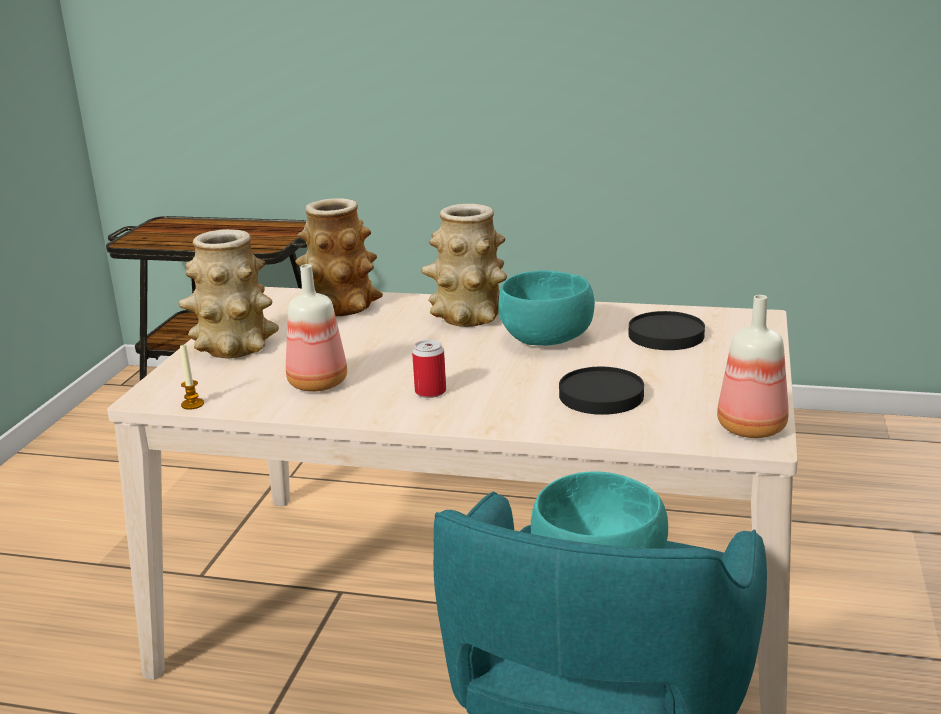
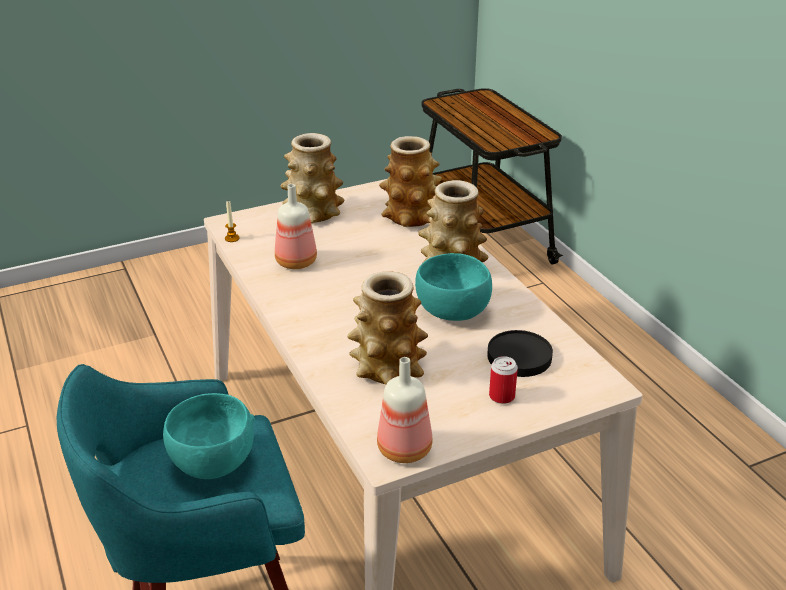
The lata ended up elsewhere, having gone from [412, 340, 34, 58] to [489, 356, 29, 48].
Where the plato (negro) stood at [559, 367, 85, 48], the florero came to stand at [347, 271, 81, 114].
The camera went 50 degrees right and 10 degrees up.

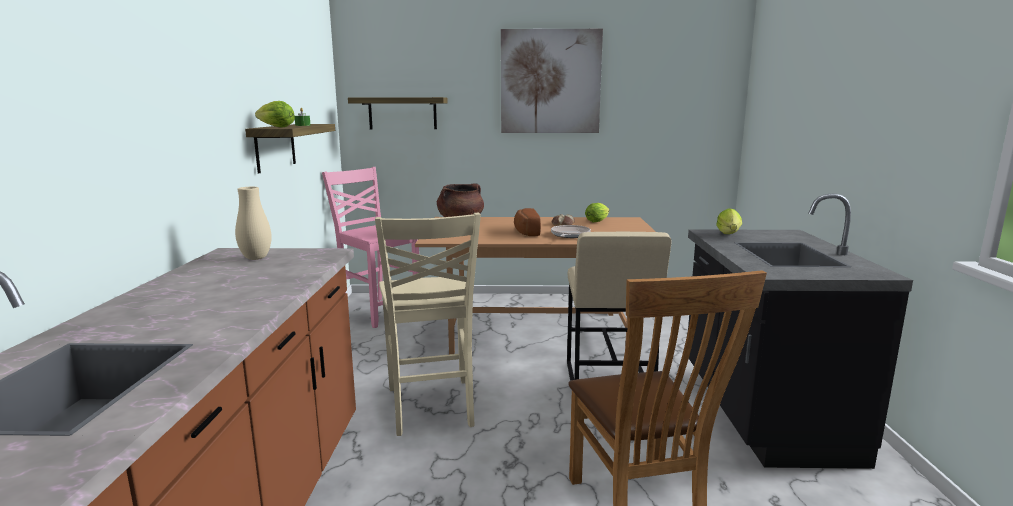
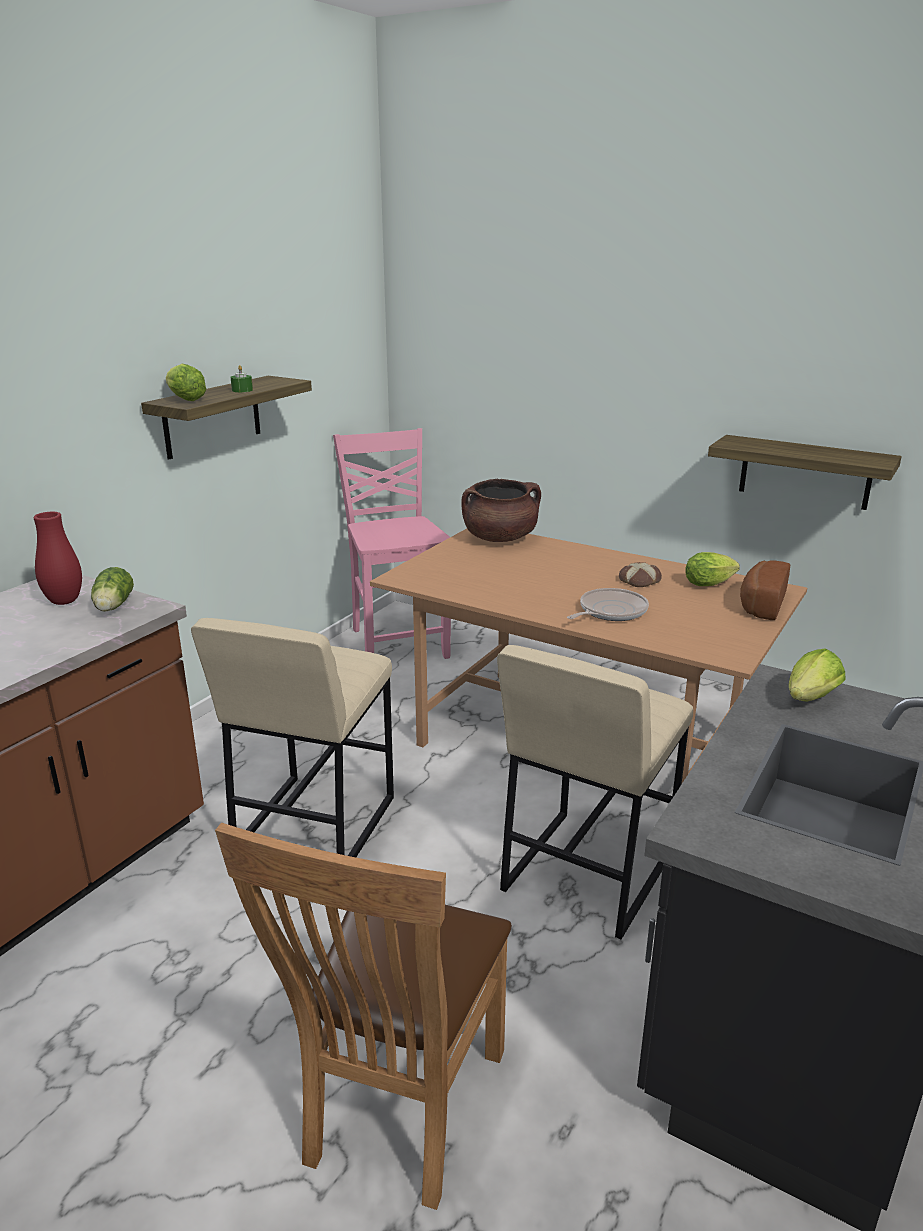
The second view lost the cuadro at [501, 29, 102, 104].
The estante ended up elsewhere, having gone from [348, 97, 100, 32] to [708, 435, 194, 75].
What was the florero (beis) at [235, 187, 37, 73] turned into the florero (rojo) at [33, 512, 49, 93].
The pan ended up elsewhere, having gone from [514, 208, 27, 28] to [740, 560, 50, 60].
Where the silla (beis) stood at [375, 213, 106, 223], the taburete (beis) came to stand at [191, 618, 203, 239].
The second view gained the lechuga at [91, 567, 43, 45].
The camera went 30 degrees right and 10 degrees up.

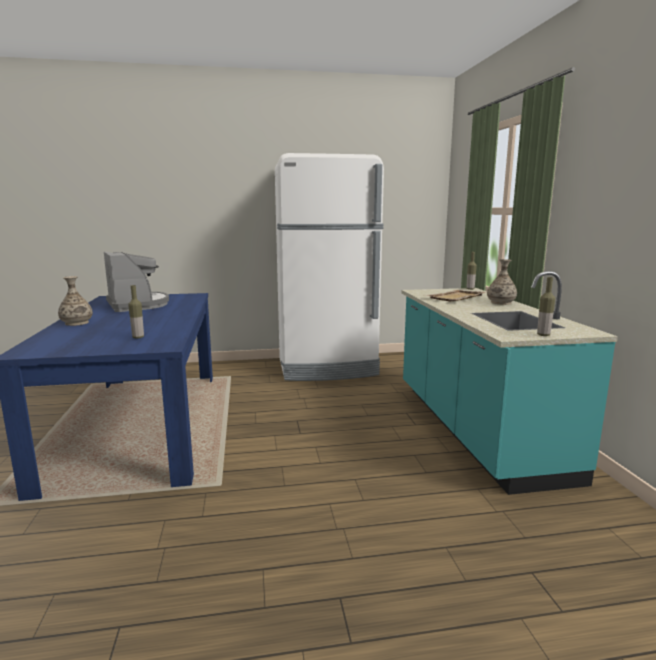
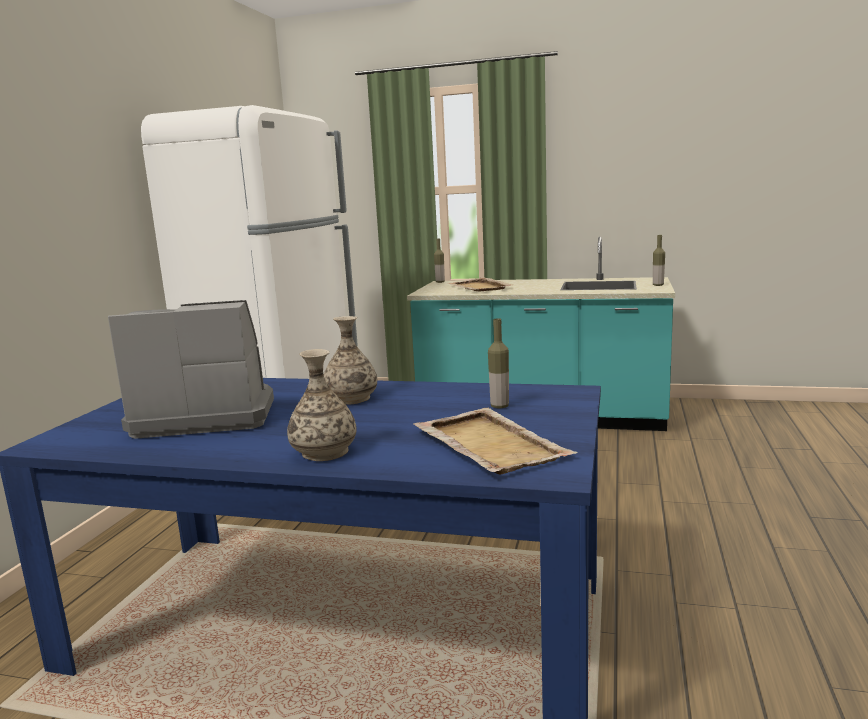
The florero ended up elsewhere, having gone from [487, 259, 30, 46] to [324, 316, 53, 89].
The second view gained the bandeja (beis) at [414, 408, 164, 67].
The camera went 65 degrees left and 0 degrees up.

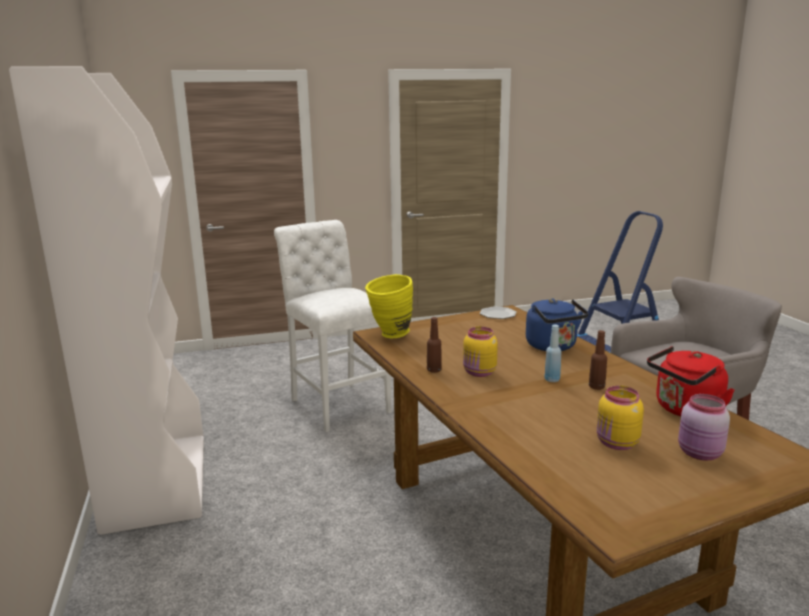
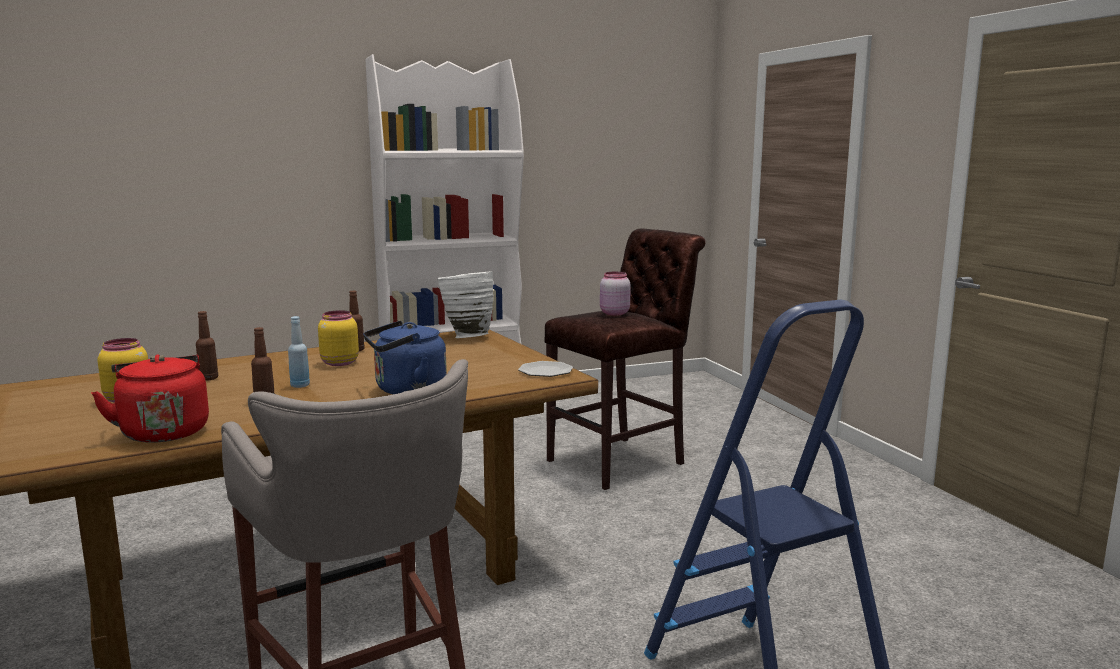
What was the taburete (blanco) at [274, 220, 117, 212] turned into the taburete (marrón) at [544, 228, 162, 262].
What was the florero (amarillo) at [365, 274, 48, 64] turned into the florero (blanco) at [437, 271, 56, 67].
The tarro (rosa) ended up elsewhere, having gone from [678, 394, 52, 66] to [600, 272, 31, 43].
The second view gained the botella (marrón) at [196, 311, 22, 70].
The camera went 85 degrees right and 5 degrees down.

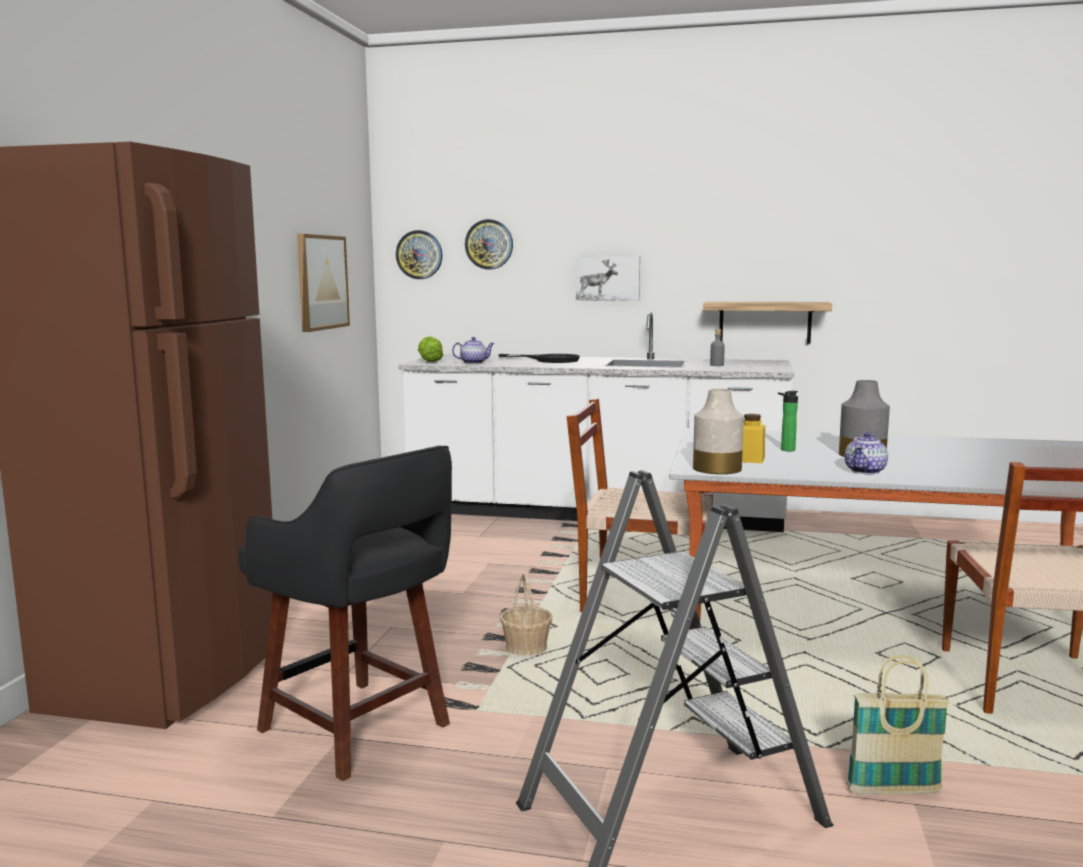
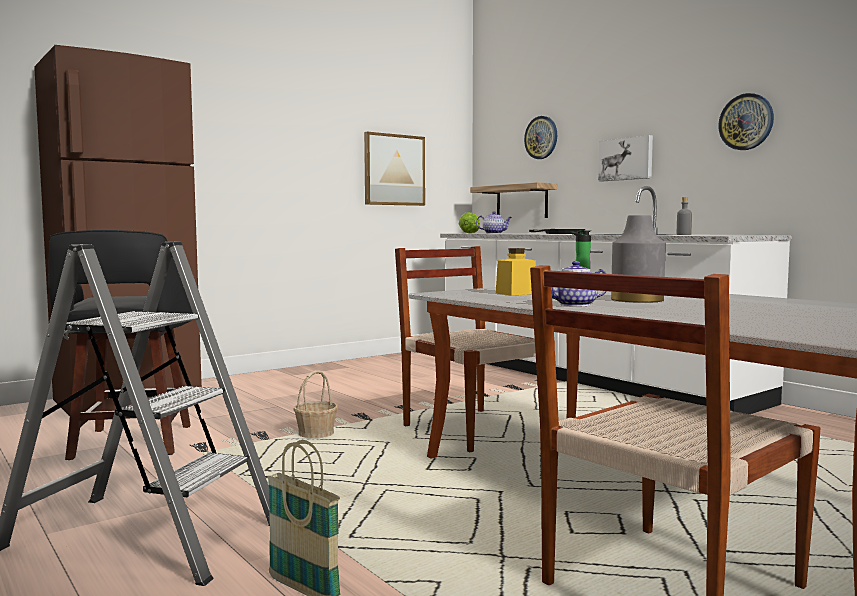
The reloj de pared ended up elsewhere, having gone from [396, 230, 46, 49] to [718, 93, 56, 57].
The estante ended up elsewhere, having gone from [703, 302, 129, 42] to [470, 182, 87, 36].
The second view lost the florero (beis) at [693, 389, 51, 85].
The camera went 40 degrees right and 5 degrees down.

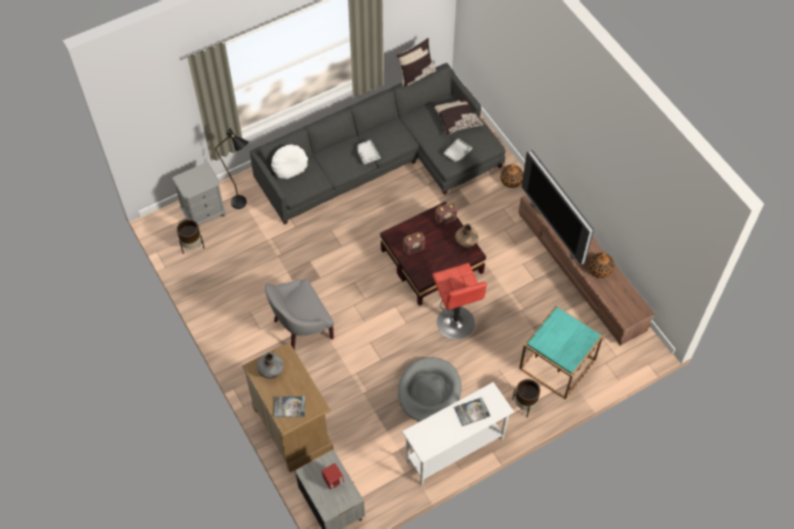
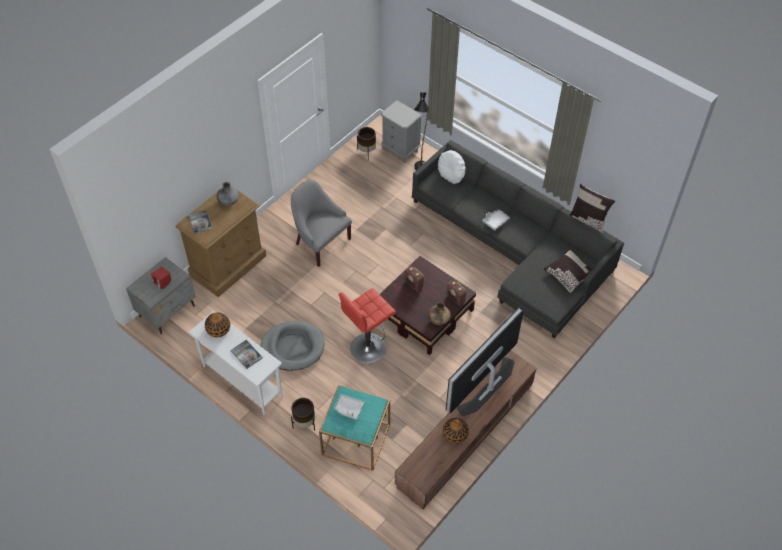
The bandeja (gris) ended up elsewhere, having gone from [444, 138, 28, 24] to [334, 394, 30, 26].
The florero ended up elsewhere, having gone from [500, 164, 23, 24] to [205, 312, 25, 25].
The camera went 70 degrees right and 5 degrees down.

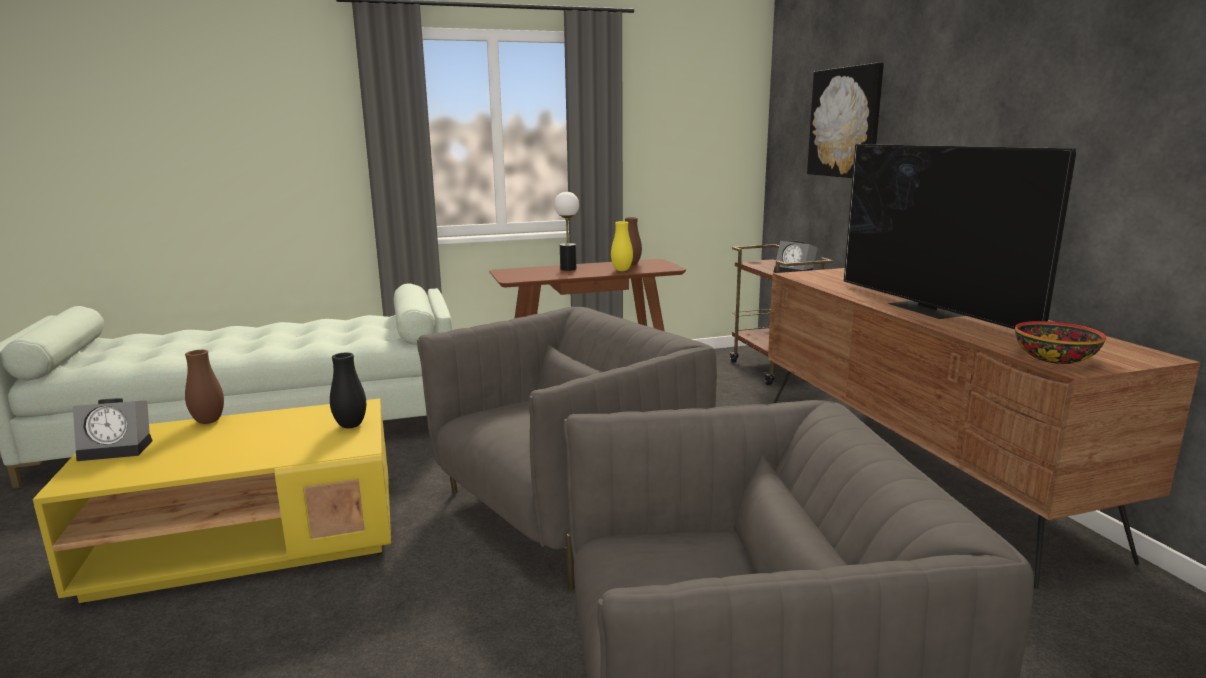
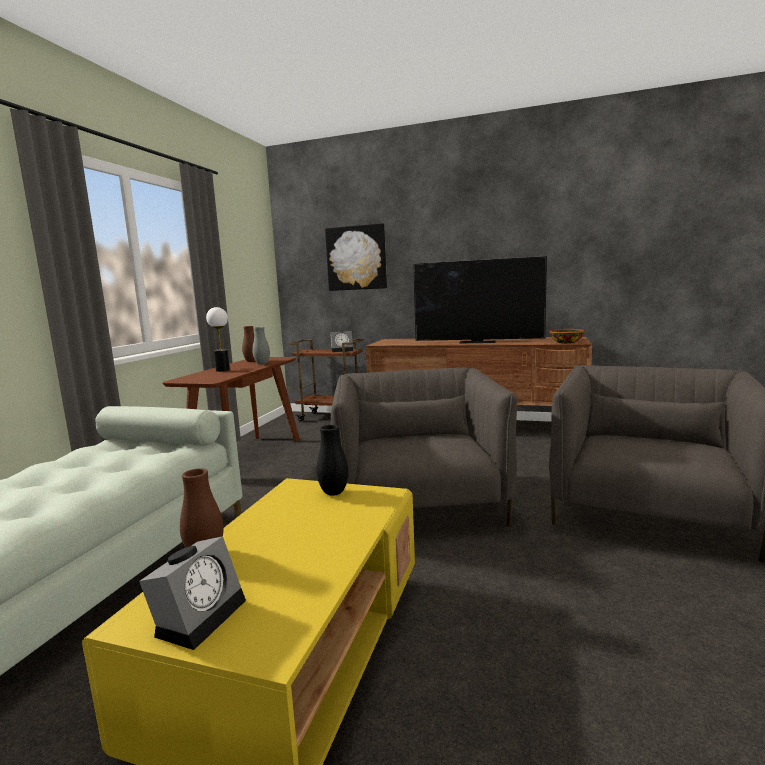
What was the florero (amarillo) at [611, 221, 22, 50] turned into the florero (gris) at [252, 327, 18, 38].
The camera went 55 degrees left and 5 degrees down.

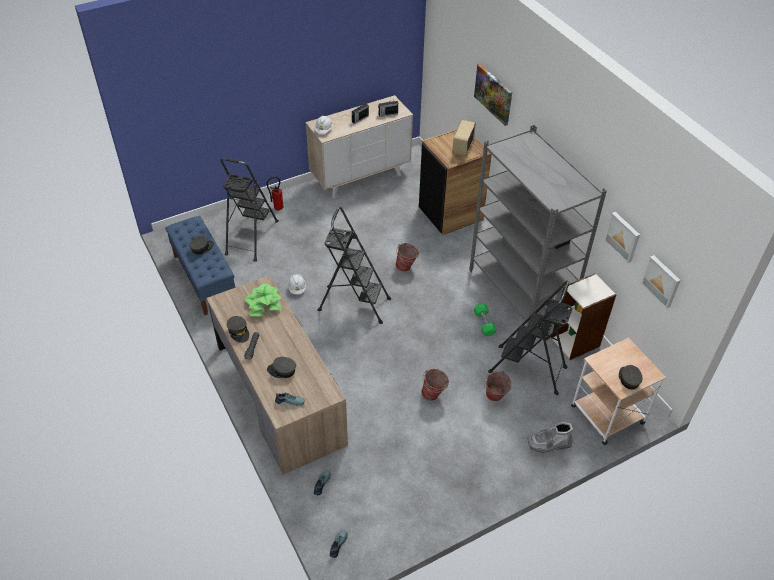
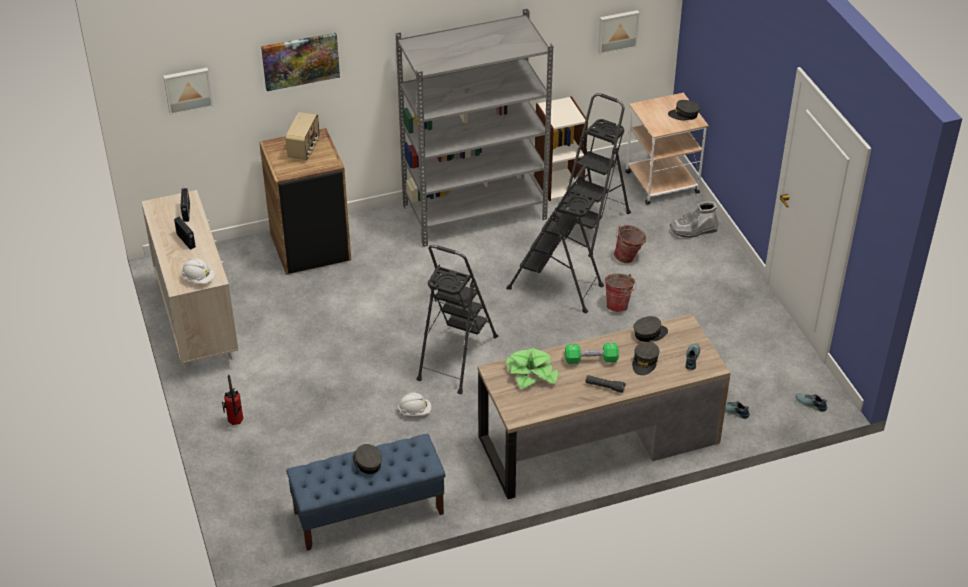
The radio at [452, 120, 24, 36] ended up facing another way, 105 degrees counterclockwise from before.
The escalera de tijera ended up elsewhere, having gone from [221, 158, 58, 104] to [506, 164, 98, 149].
The cuadro ended up elsewhere, having gone from [604, 212, 36, 51] to [163, 68, 50, 47].
The second view lost the cubo at [395, 243, 24, 29].
The mancuerna (verde) ended up elsewhere, having gone from [474, 303, 22, 33] to [565, 343, 54, 21].
The gorra (gris) ended up elsewhere, having gone from [227, 316, 22, 27] to [633, 316, 35, 26].
The bota (gris) at [527, 422, 46, 31] ended up facing another way, 75 degrees clockwise from before.
The camera went 80 degrees left and 5 degrees down.

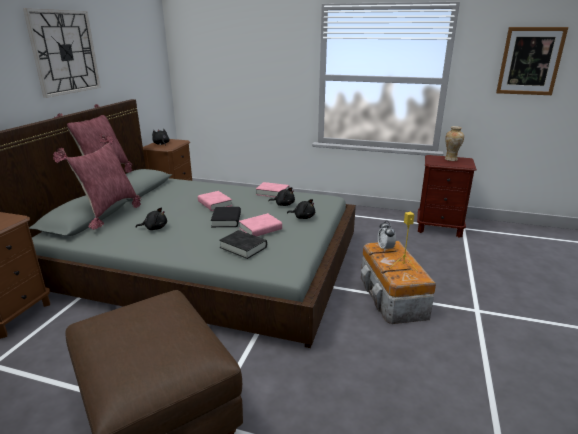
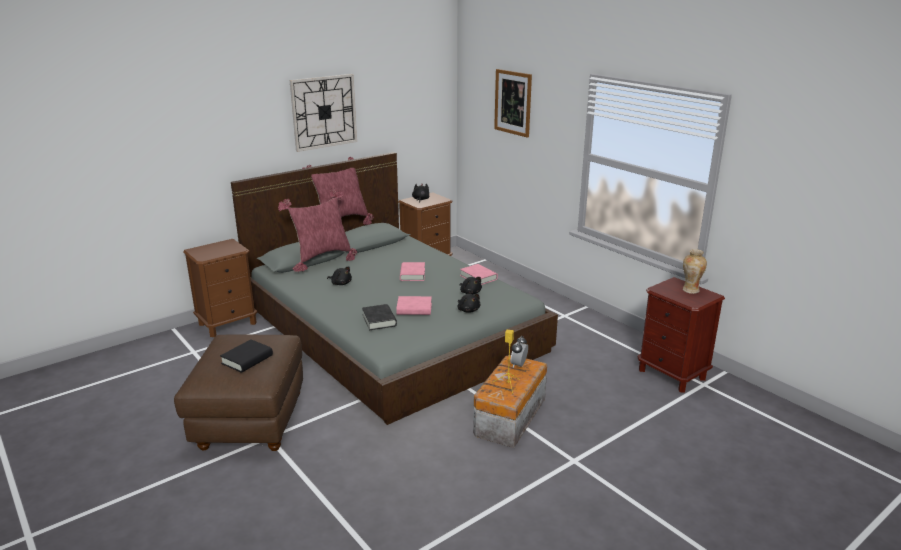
The cuadro ended up elsewhere, having gone from [496, 27, 72, 68] to [494, 69, 38, 69].
The libro (negro) ended up elsewhere, having gone from [211, 207, 30, 20] to [220, 339, 53, 34].
The camera went 35 degrees right and 0 degrees up.

